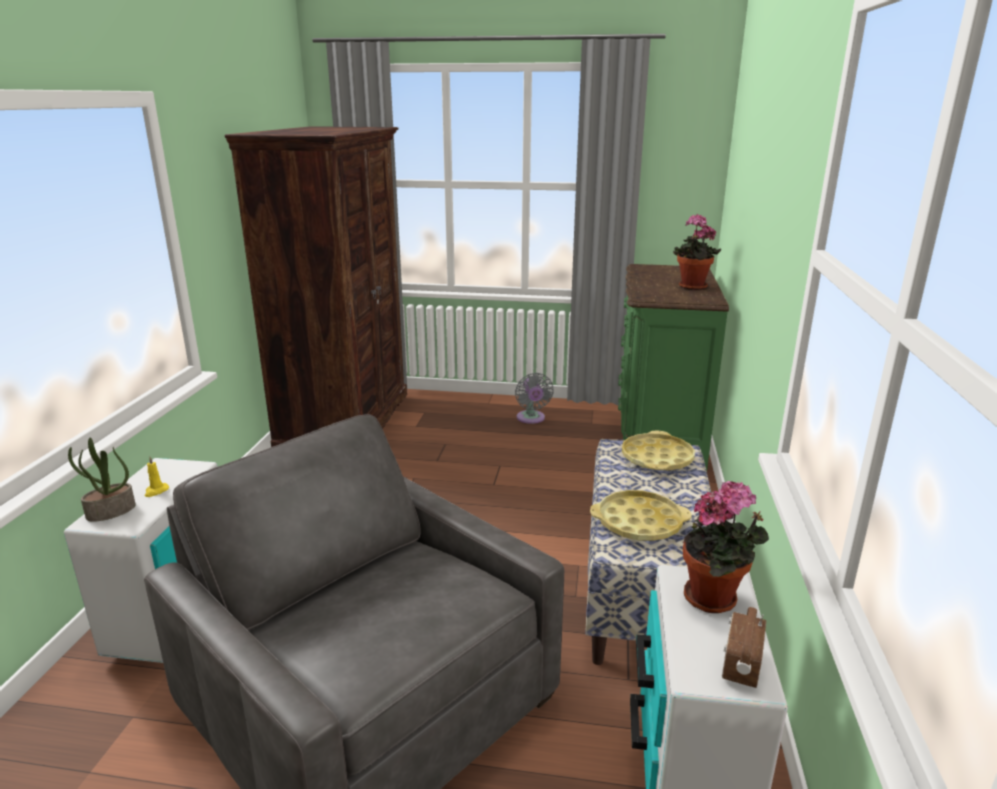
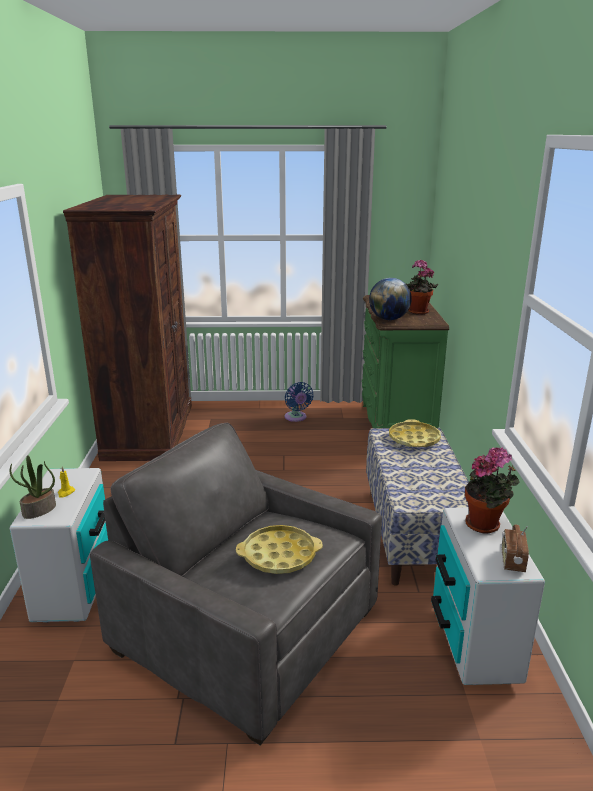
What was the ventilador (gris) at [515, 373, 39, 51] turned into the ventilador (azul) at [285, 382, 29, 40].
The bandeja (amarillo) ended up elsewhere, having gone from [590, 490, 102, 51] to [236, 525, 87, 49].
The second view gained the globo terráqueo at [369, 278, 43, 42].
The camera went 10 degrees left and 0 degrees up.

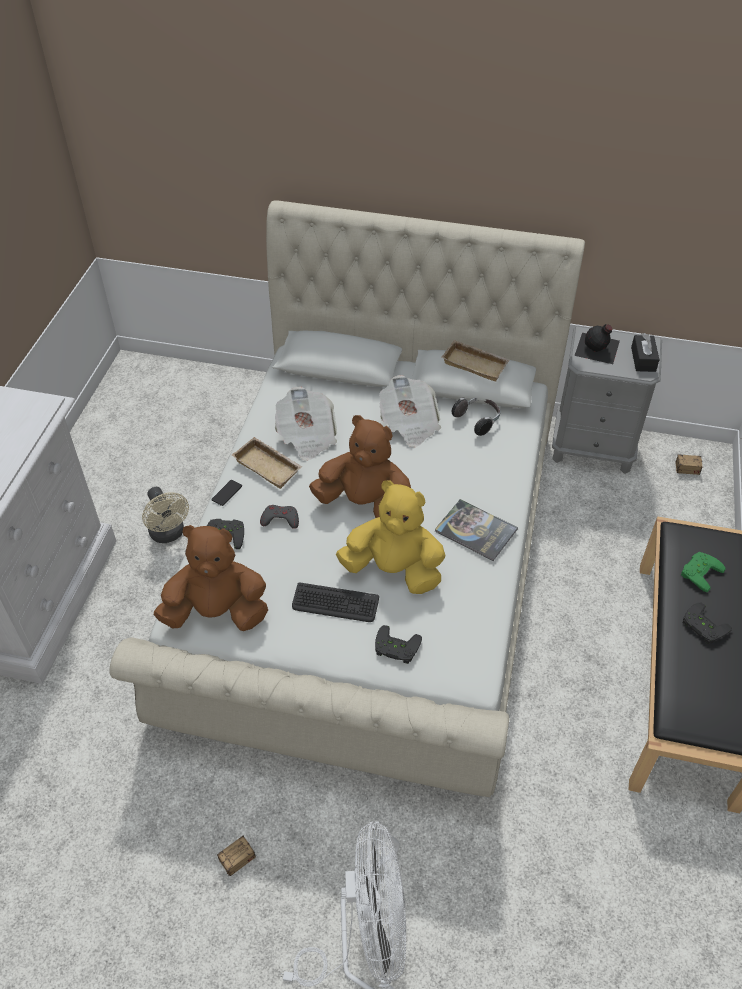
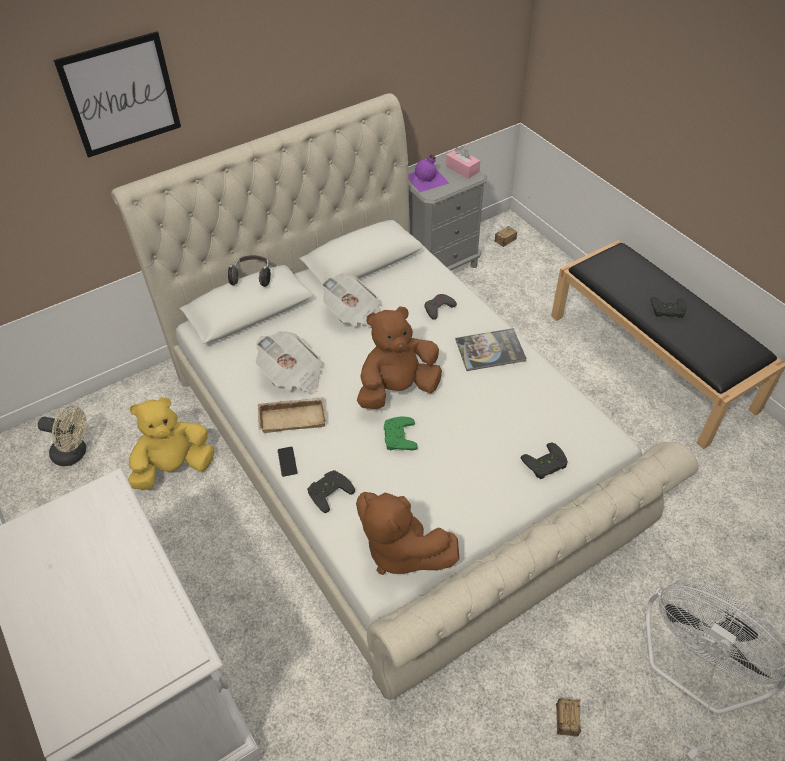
What was the botella (negro) at [574, 324, 46, 40] turned into the botella (morado) at [408, 155, 41, 37].
What was the caja de pañuelos (negro) at [631, 333, 29, 39] turned into the caja de pañuelos (rosa) at [446, 146, 34, 33].
The second view lost the bandeja (beis) at [442, 340, 68, 41].
The auriculares ended up elsewhere, having gone from [452, 398, 48, 38] to [228, 255, 43, 32].
The peluche (amarillo) ended up elsewhere, having gone from [336, 480, 110, 114] to [128, 397, 87, 93].
The ventilador (beis) ended up elsewhere, having gone from [142, 487, 47, 56] to [38, 406, 49, 60].
The mando de consola (gris) ended up elsewhere, having gone from [260, 505, 39, 24] to [424, 294, 33, 26].
The peluche (marrón) at [154, 525, 114, 106] ended up facing another way, 90 degrees counterclockwise from before.
The mando de consola (verde) ended up elsewhere, having gone from [681, 552, 45, 40] to [384, 417, 34, 33].
The second view lost the teclado at [292, 583, 87, 39].
The second view gained the cuadro at [54, 32, 127, 126].
The camera went 45 degrees left and 0 degrees up.

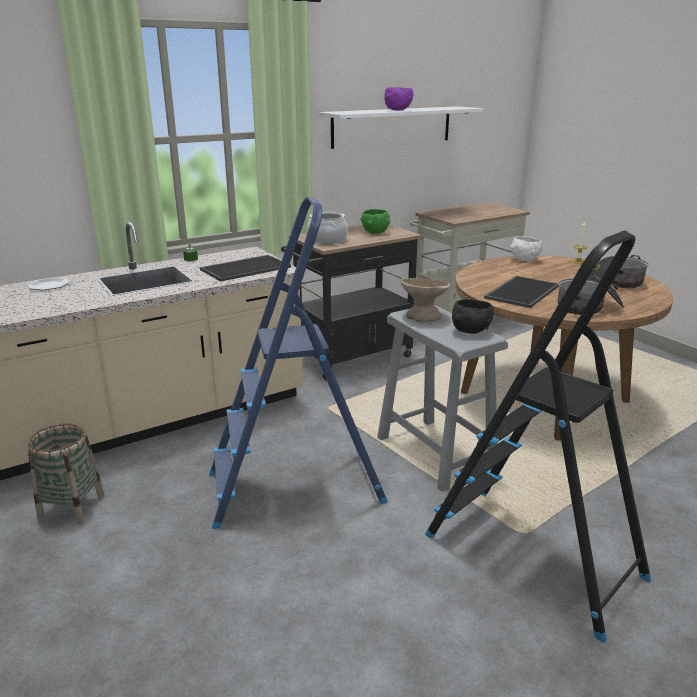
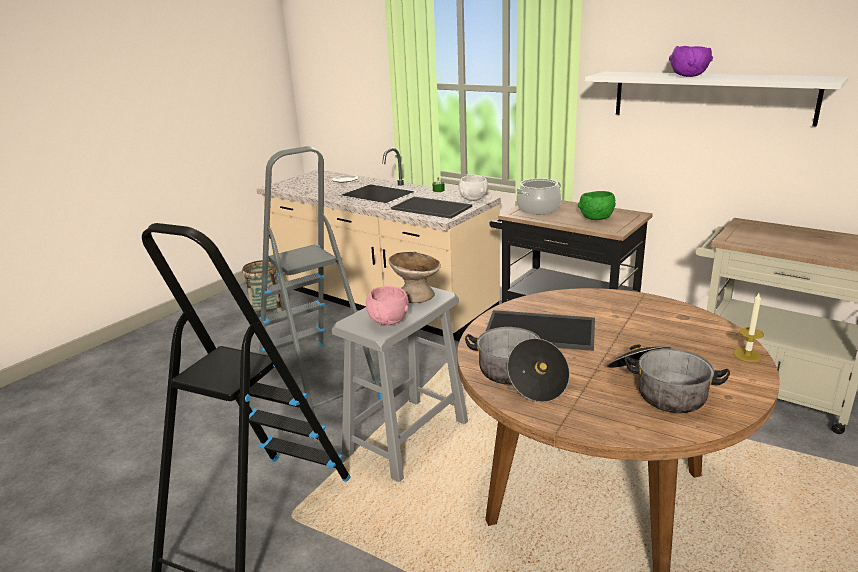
What was the escalera de tijera (azul) at [209, 196, 179, 333] turned into the escalera de tijera (gris) at [259, 146, 123, 269].
The cuenco (blanco) ended up elsewhere, having gone from [510, 236, 33, 25] to [458, 175, 30, 26].
What was the cuenco (negro) at [452, 299, 42, 35] turned into the cuenco (rosa) at [366, 286, 43, 39].
The camera went 70 degrees right and 0 degrees up.

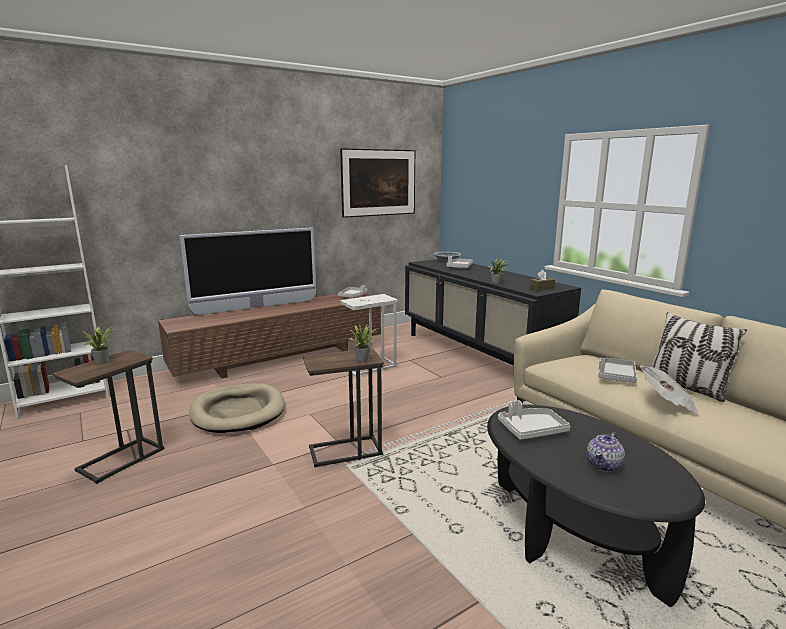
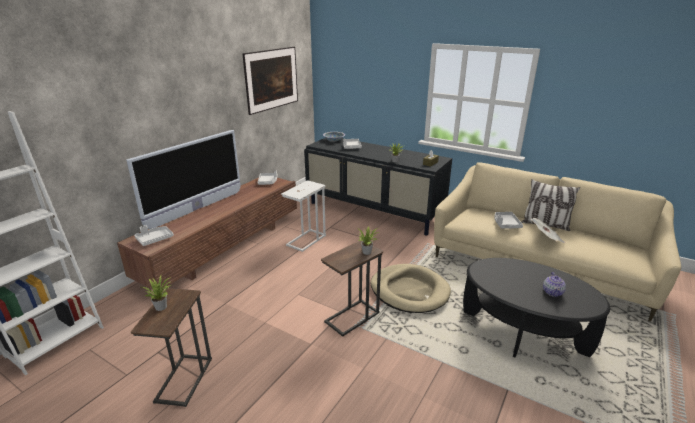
The cama para perro (beis) ended up elsewhere, having gone from [189, 383, 96, 50] to [371, 264, 80, 49].
The bandeja (blanco) ended up elsewhere, having gone from [498, 400, 72, 40] to [134, 225, 40, 21].
The camera went 25 degrees left and 10 degrees up.

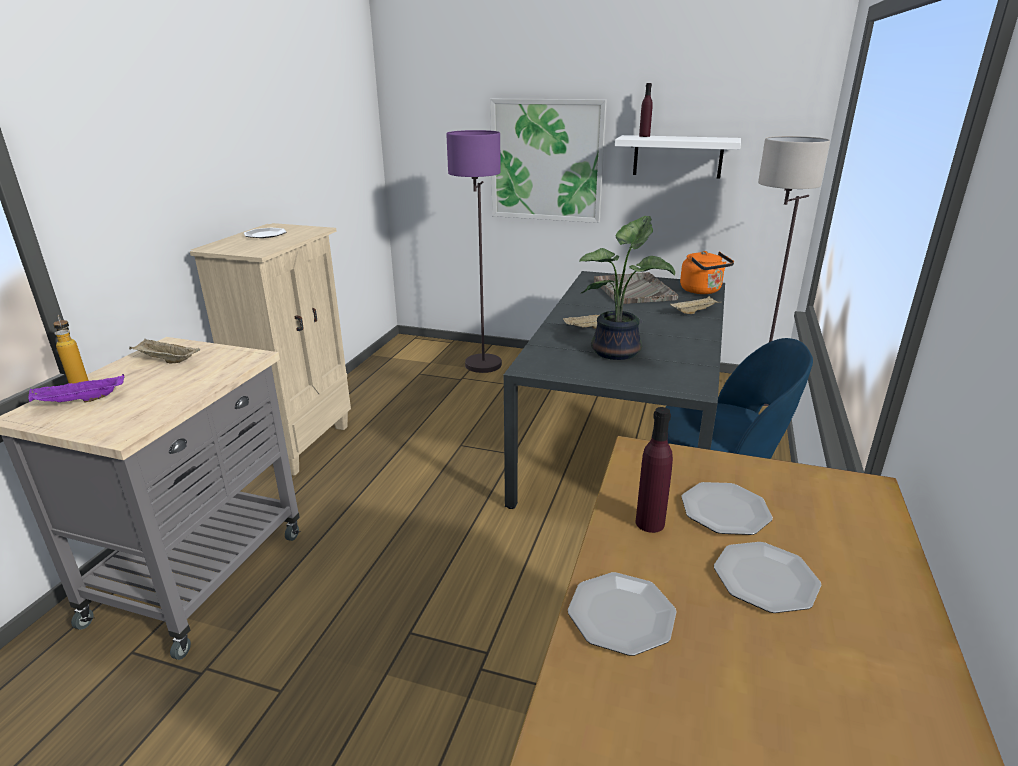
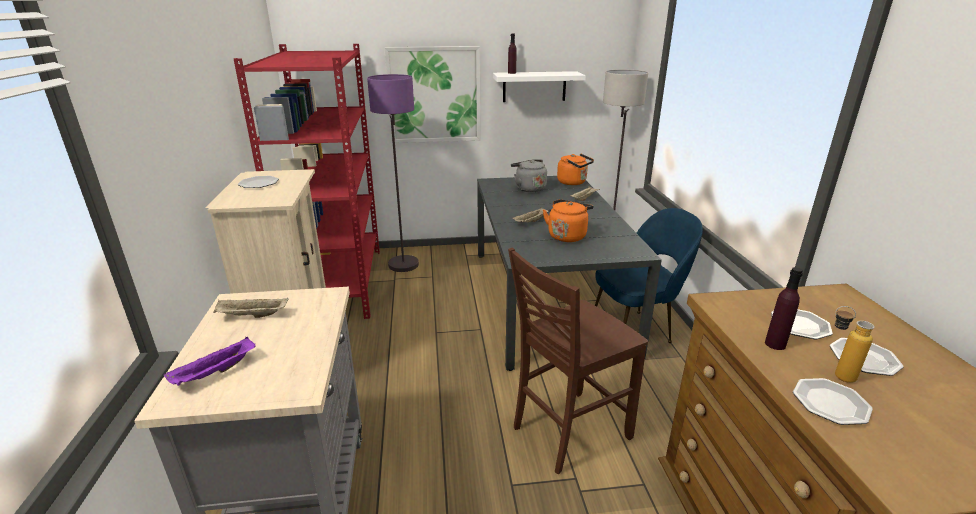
Where the planta en maceta stood at [579, 216, 96, 144], the hervidor (naranja) came to stand at [543, 199, 51, 43].
Where the bandeja (gris) stood at [594, 272, 84, 32], the hervidor (gris) came to stand at [511, 159, 36, 33].
The botella ended up elsewhere, having gone from [53, 315, 35, 69] to [835, 306, 40, 77].
The second view gained the estantería (rojo) at [234, 44, 146, 275].
The second view gained the silla (marrón) at [508, 247, 140, 228].
The camera went 25 degrees left and 0 degrees up.

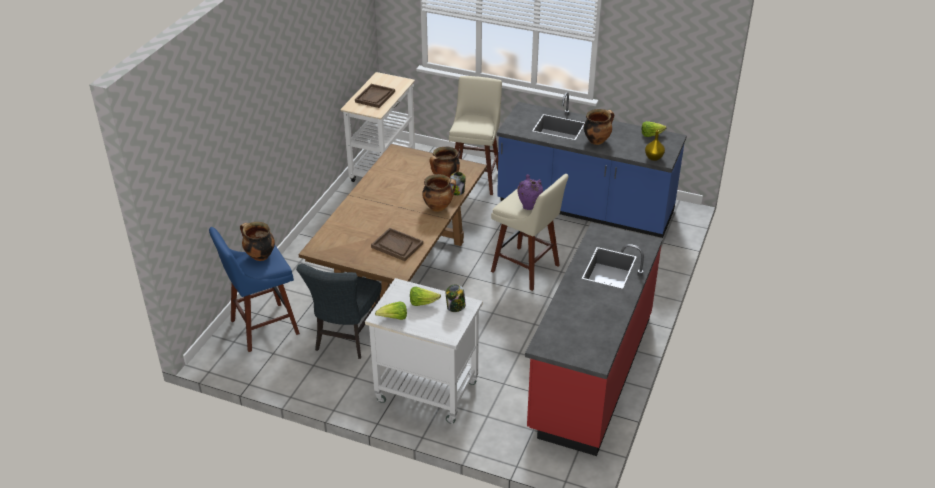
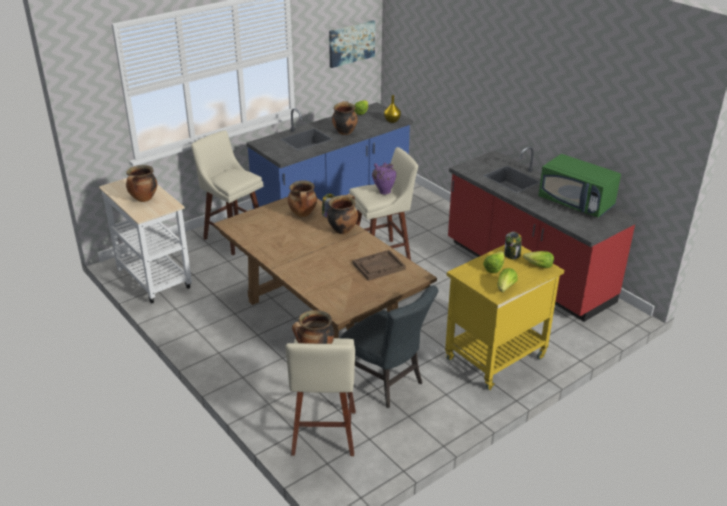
Where the bandeja (marrón) stood at [355, 84, 40, 24], the olla came to stand at [126, 165, 31, 37].
What was the taburete (azul) at [209, 227, 91, 125] turned into the taburete (beis) at [285, 338, 71, 118].
What was the carrito (blanco) at [365, 278, 118, 146] turned into the carrito (amarillo) at [445, 245, 119, 145].
The second view gained the cuadro at [329, 20, 46, 48].
The second view gained the microondas (verde) at [538, 154, 83, 64].
The second view gained the lechuga at [523, 251, 31, 17].
The camera went 60 degrees left and 5 degrees down.

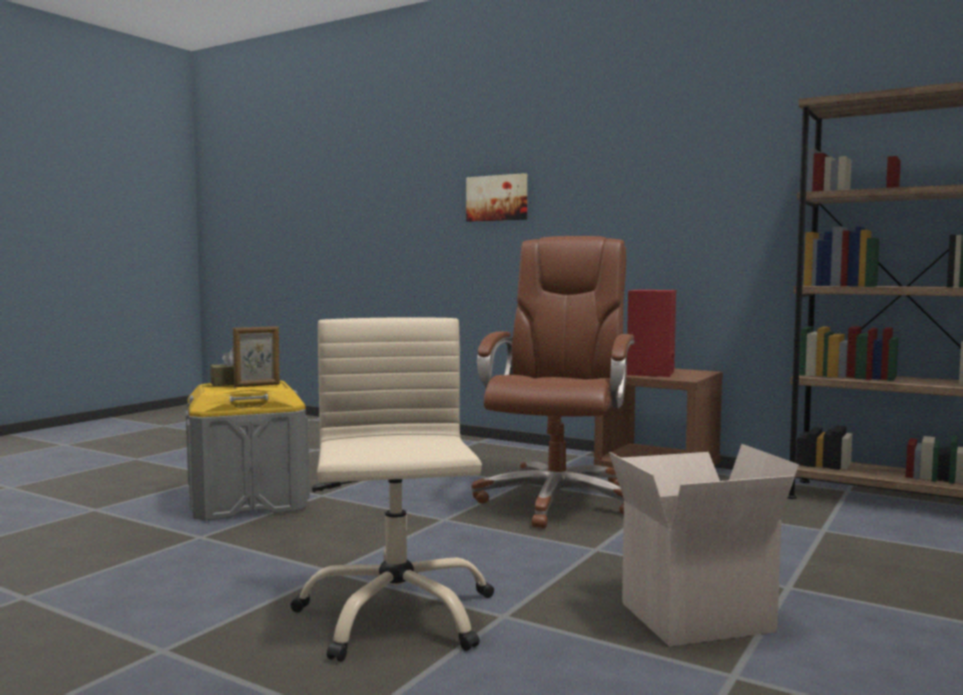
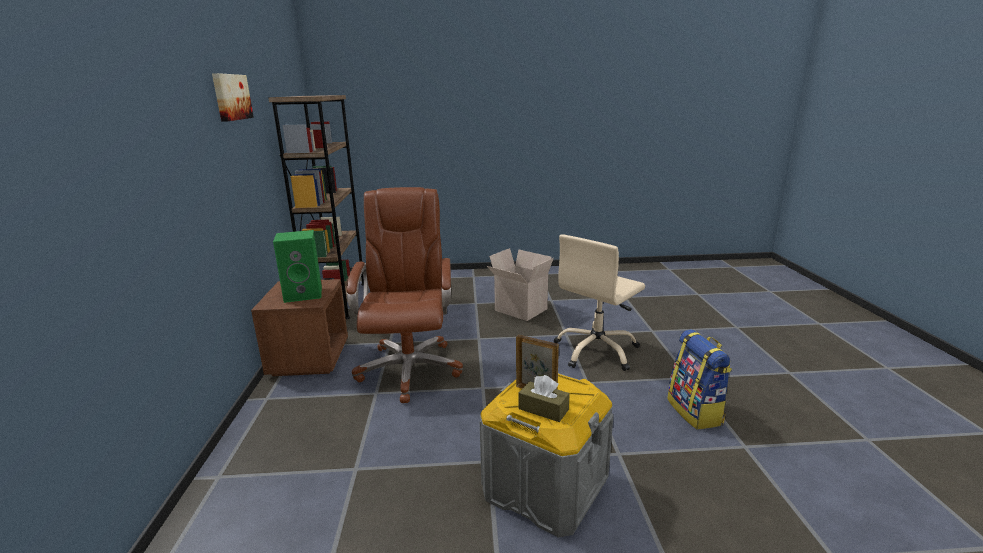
The cuadro ended up elsewhere, having gone from [466, 173, 61, 49] to [212, 73, 42, 49].
The silla de oficina (marrón) at [472, 236, 162, 292] ended up facing another way, 105 degrees clockwise from before.
What was the altavoz (rojo) at [627, 290, 49, 87] turned into the altavoz (verde) at [273, 230, 49, 73].
The second view gained the mochila at [667, 329, 65, 101].
The camera went 125 degrees left and 15 degrees up.

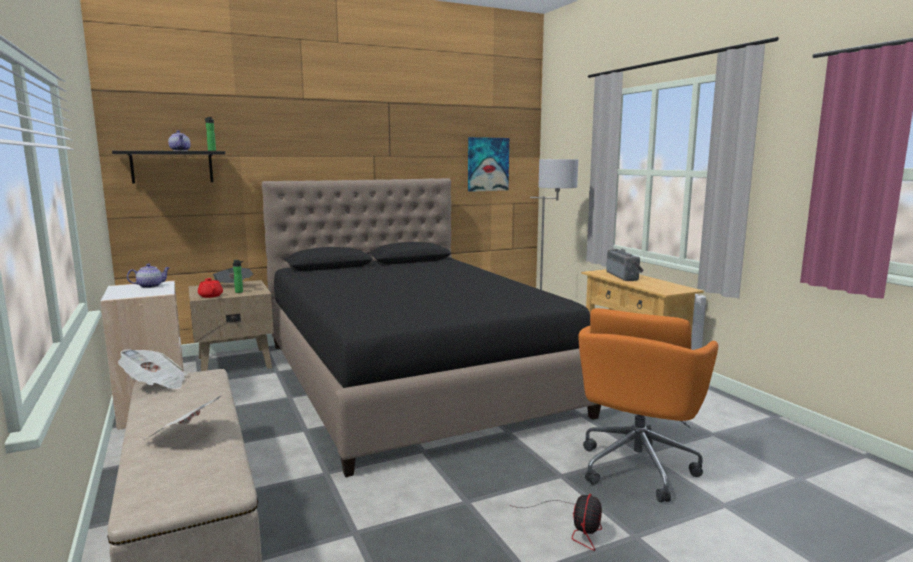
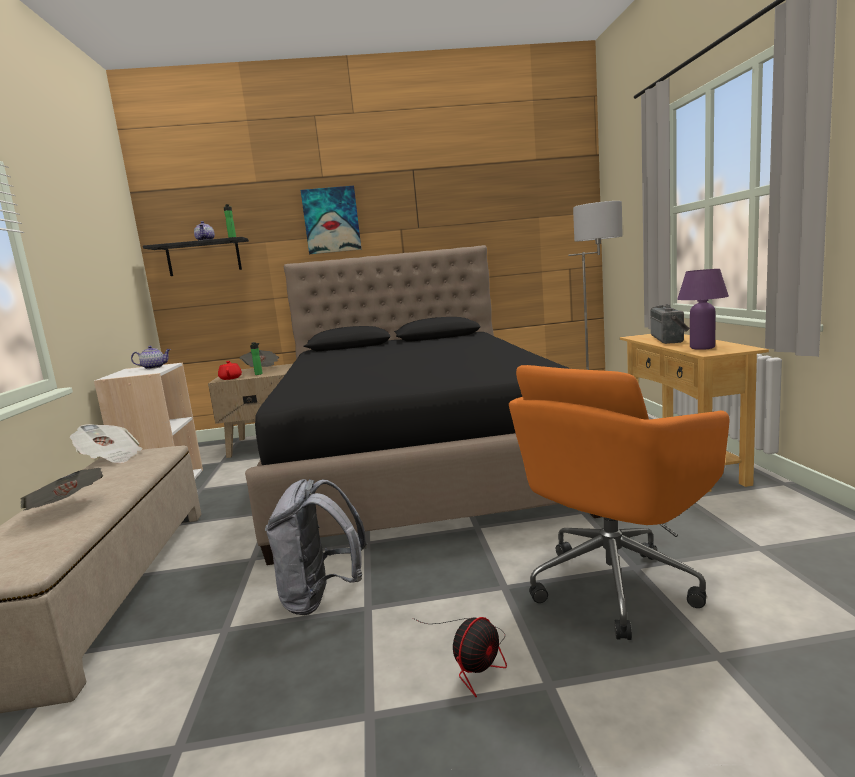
The cuadro ended up elsewhere, having gone from [468, 137, 41, 55] to [301, 186, 60, 68].
The second view gained the lámpara de mesa (morado) at [677, 269, 52, 81].
The second view gained the mochila (gris) at [265, 479, 102, 136].
The camera went 20 degrees right and 0 degrees up.

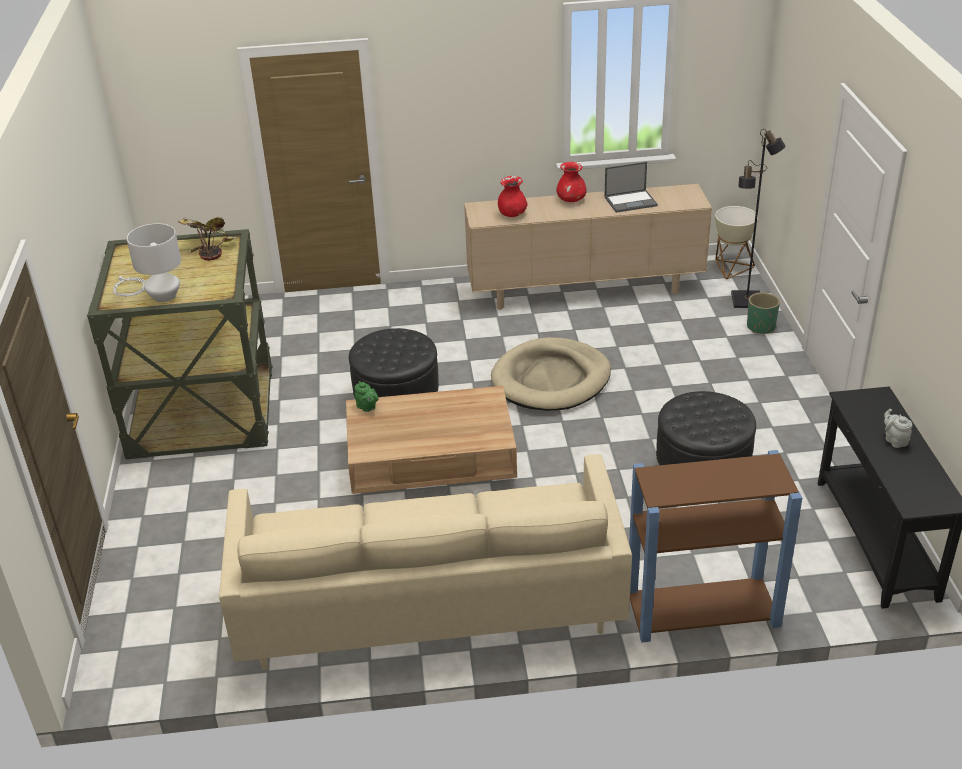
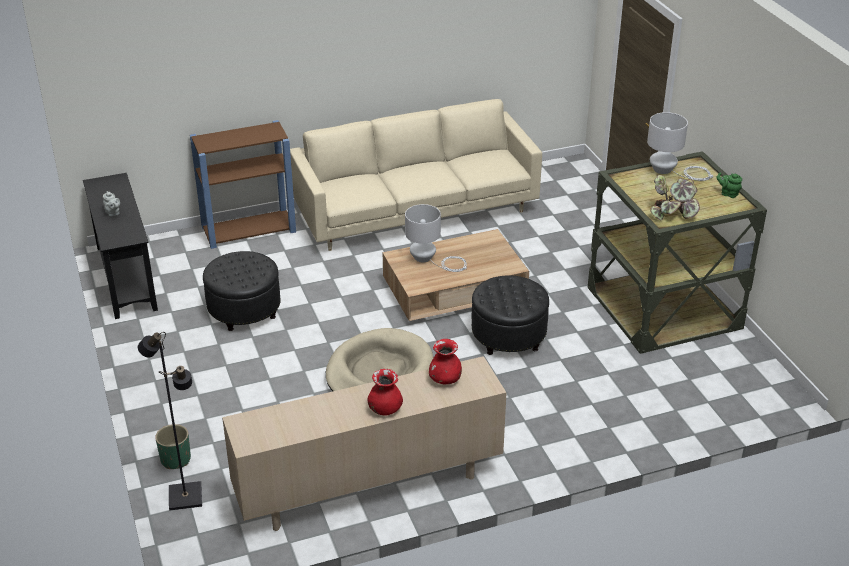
The second view lost the portátil at [604, 162, 54, 51].
The second view lost the maceta at [715, 206, 43, 73].
The tetera (verde) ended up elsewhere, having gone from [355, 381, 23, 31] to [716, 173, 26, 25].
The second view gained the lámpara de mesa (blanco) at [405, 204, 62, 68].
The camera went 165 degrees right and 0 degrees up.

